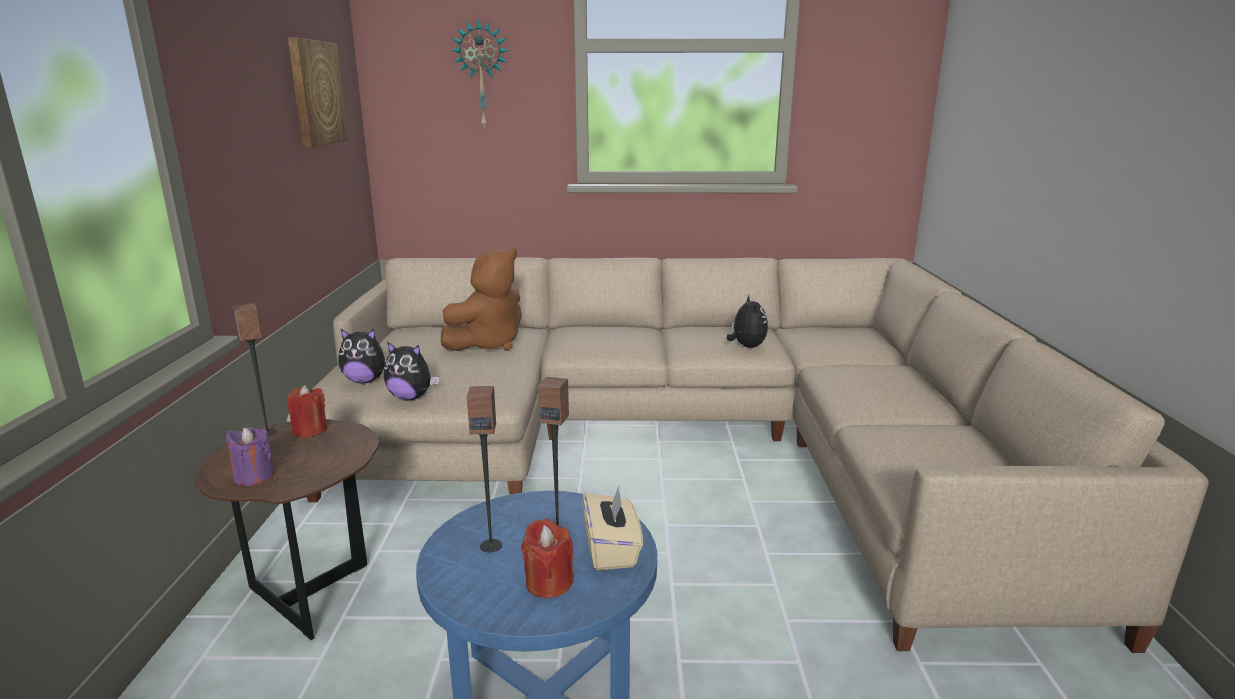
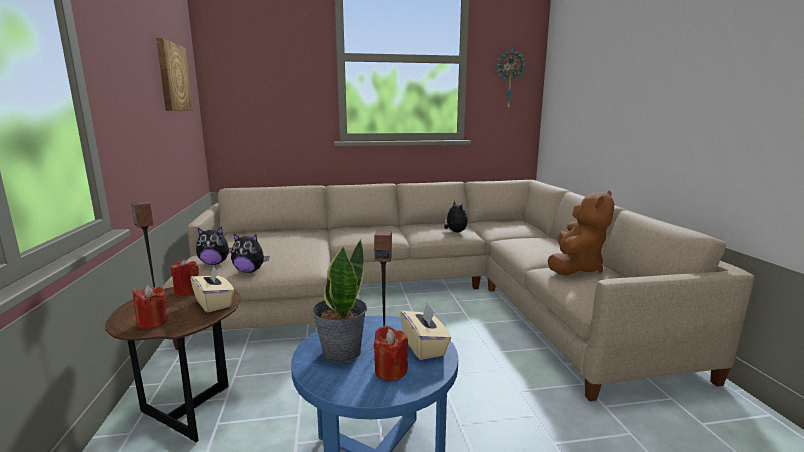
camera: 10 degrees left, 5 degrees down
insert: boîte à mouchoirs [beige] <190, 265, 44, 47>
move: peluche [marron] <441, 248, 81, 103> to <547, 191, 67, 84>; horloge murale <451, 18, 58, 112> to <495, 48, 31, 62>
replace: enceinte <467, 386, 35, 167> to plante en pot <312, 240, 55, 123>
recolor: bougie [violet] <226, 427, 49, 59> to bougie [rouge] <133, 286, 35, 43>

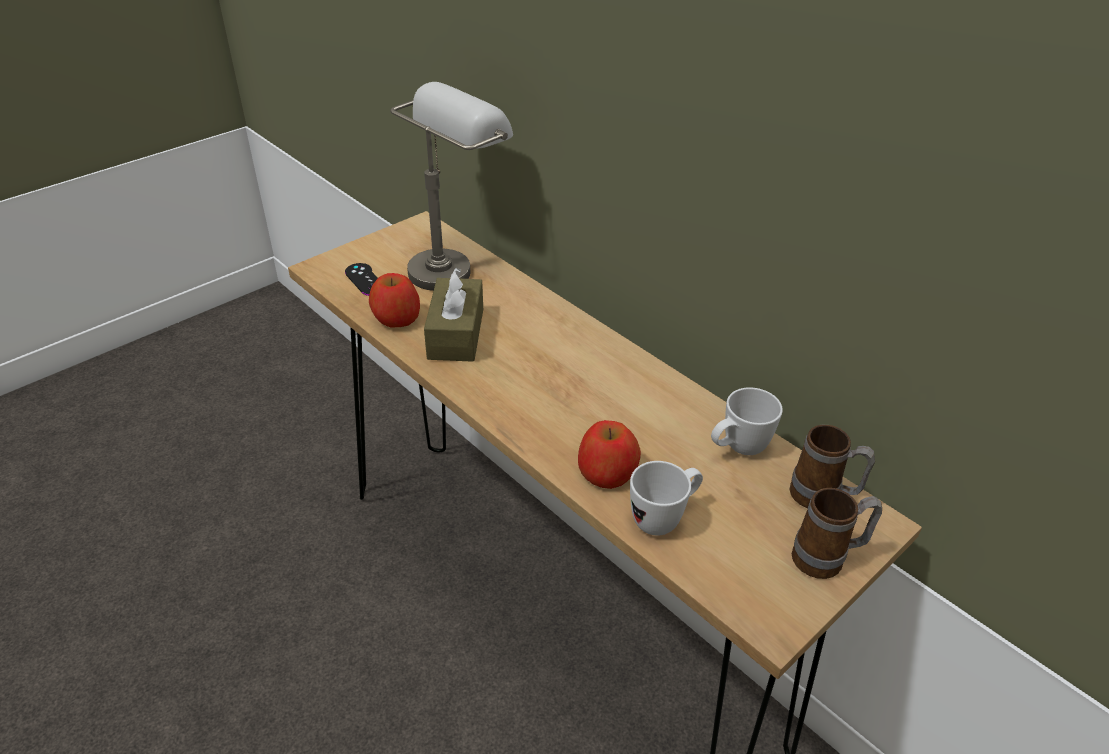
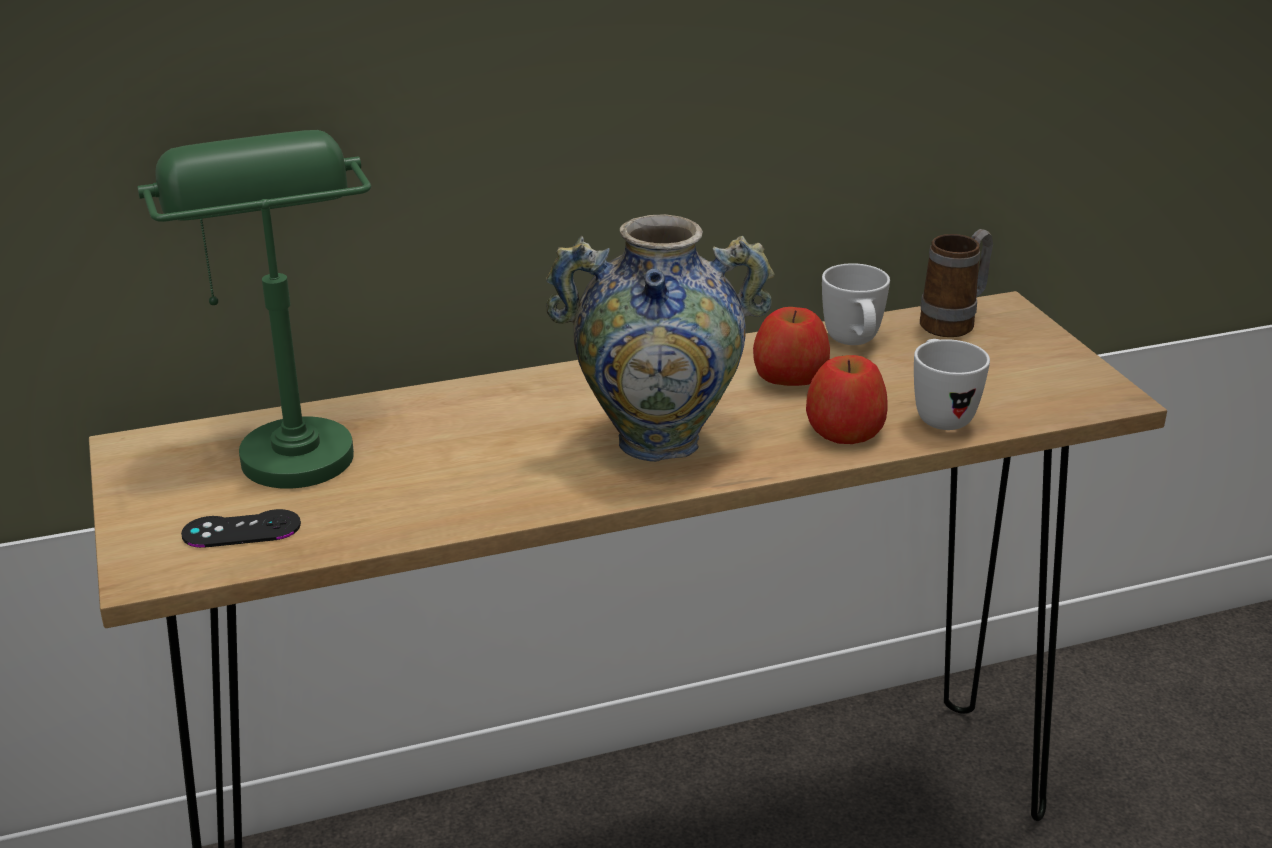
camera: 65 degrees left, 10 degrees down
delete: boîte à mouchoirs [marron] <424, 268, 59, 94>; mug <792, 488, 90, 91>
insert: vase <546, 214, 229, 248>
move: pomme <369, 273, 51, 54> to <753, 307, 77, 79>
recolor: lampe de table [gris] <390, 82, 123, 209> to lampe de table [vert] <137, 130, 234, 359>

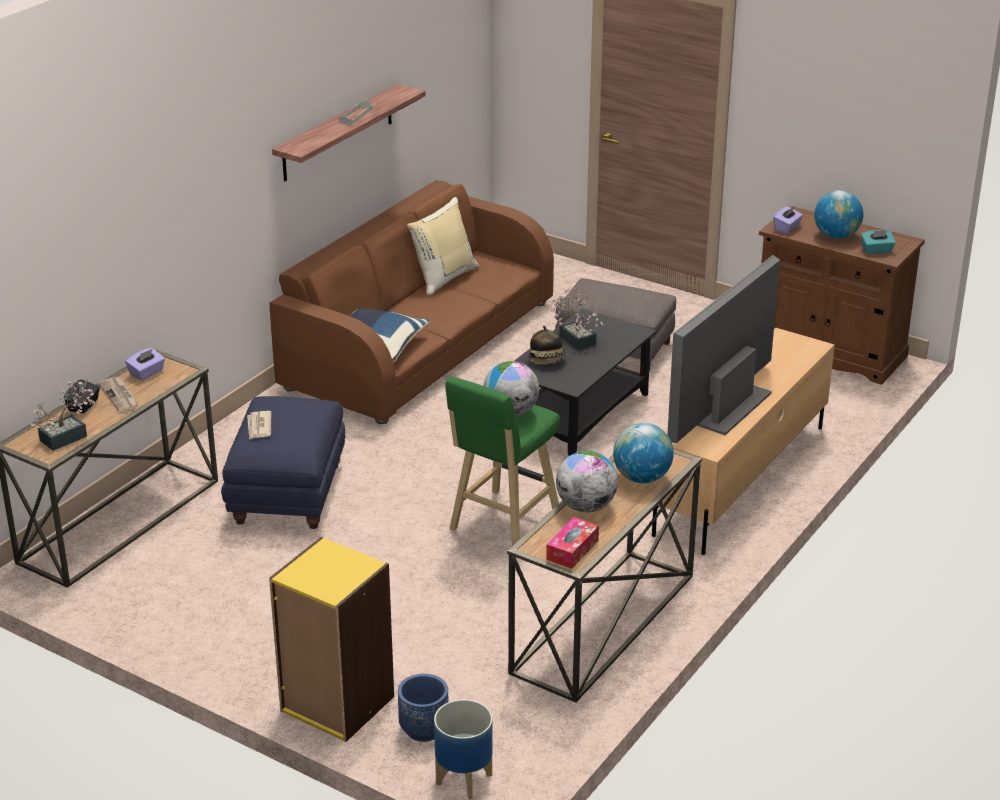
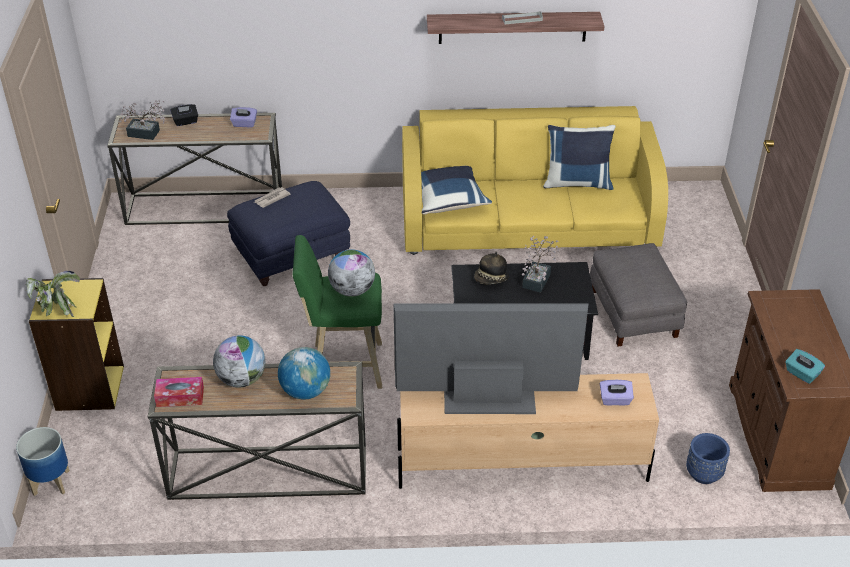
camera: 55 degrees right, 10 degrees up
delete: journal <98, 377, 41, 35>; globe <814, 190, 49, 49>
insert: plante en pot <26, 271, 54, 46>
move: cache-pot [bleu] <398, 674, 51, 68> to <686, 433, 44, 51>; boîte à mouchoirs [violet] <773, 206, 30, 28> to <600, 380, 34, 25>
recolor: canapé [marron] <270, 181, 284, 243> to canapé [jaune] <402, 106, 266, 149>; coussin [beige] <407, 197, 72, 99> to coussin [bleu] <543, 125, 73, 65>

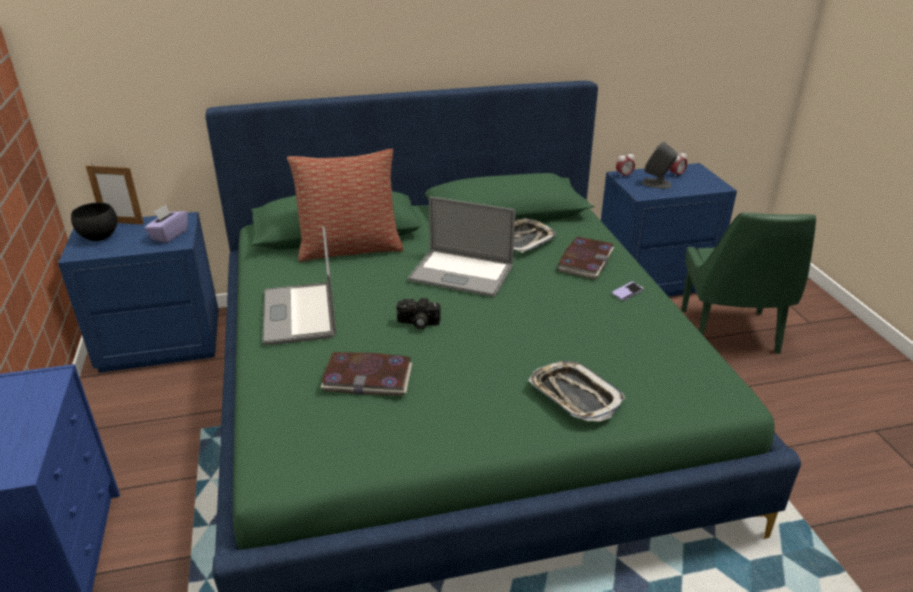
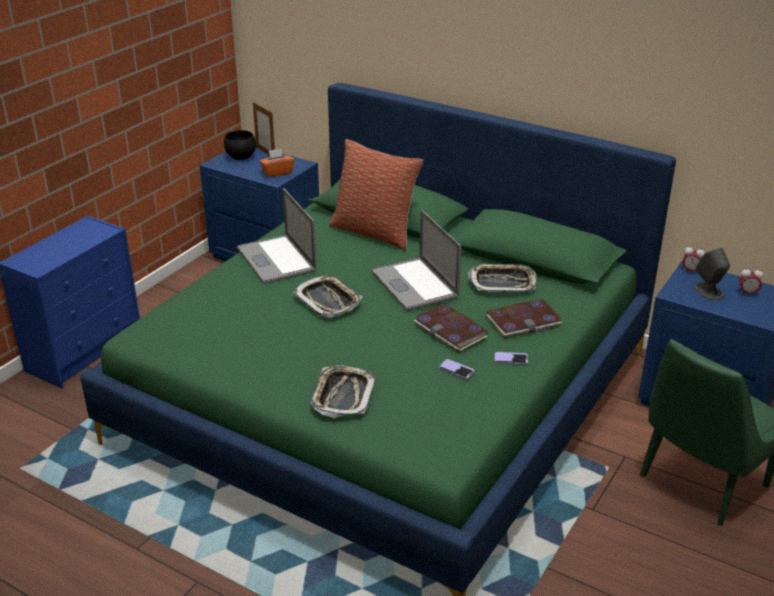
camera: 45 degrees right, 0 degrees up
insert: téléphone <439, 359, 35, 21>
move: livre <321, 352, 91, 44> to <414, 304, 74, 48>
replace: appareil photo <397, 298, 44, 31> to plateau <293, 275, 69, 43>
recolor: boîte à mouchoirs [violet] <144, 205, 44, 38> to boîte à mouchoirs [orange] <260, 148, 34, 29>
rotate: ordinateur portable <262, 227, 74, 118> = <237, 188, 80, 96> 60 degrees counterclockwise

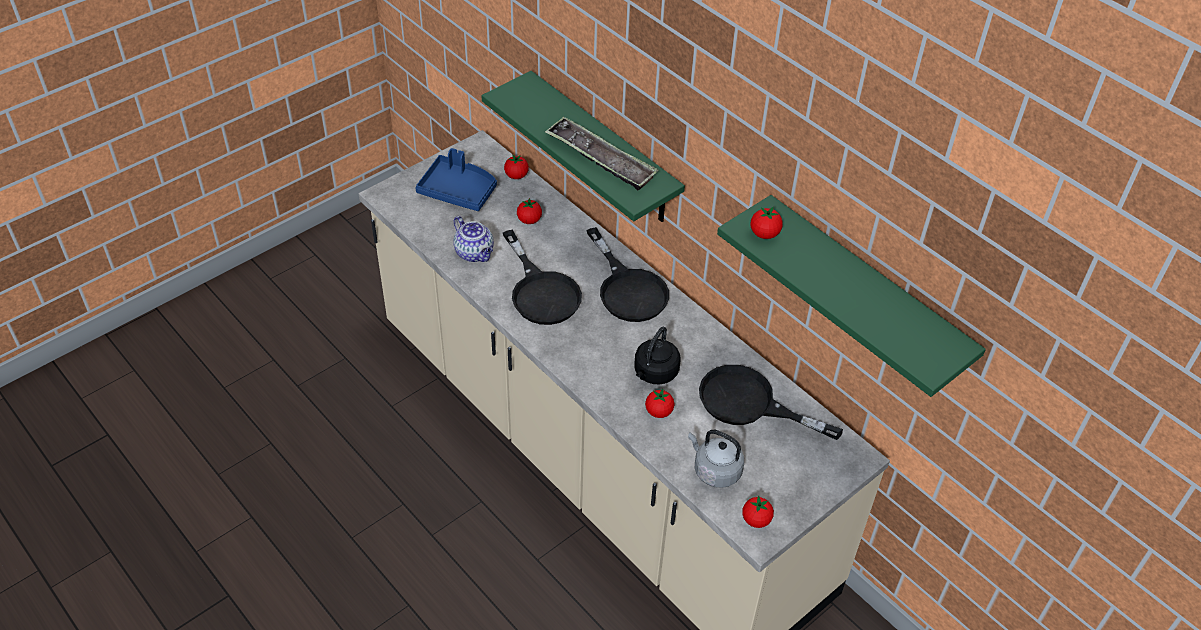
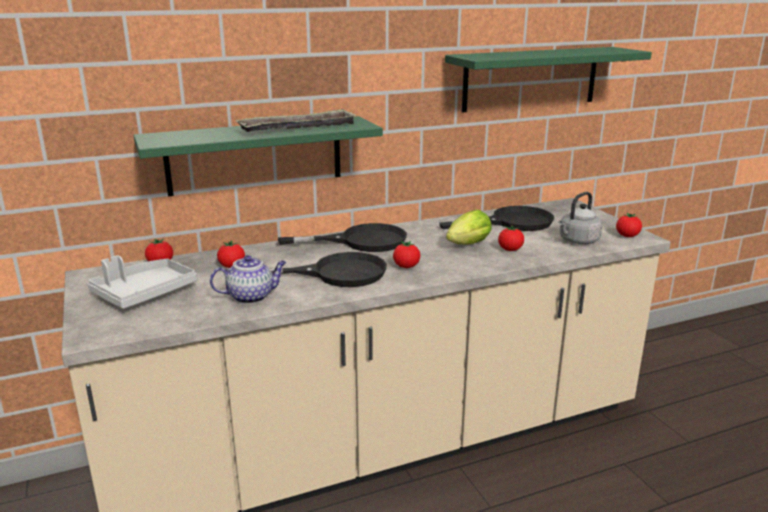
camera: 70 degrees left, 25 degrees down
move: tomate <750, 207, 33, 32> to <393, 241, 27, 27>
replace: bouilloire [noir] <634, 327, 46, 57> to laitue <446, 209, 46, 36>
recolor: plateau [bleu] <415, 148, 82, 63> to plateau [gris] <87, 255, 110, 54>
rotate: poêle [noir] <699, 365, 144, 75> = <439, 206, 115, 25> 150 degrees counterclockwise

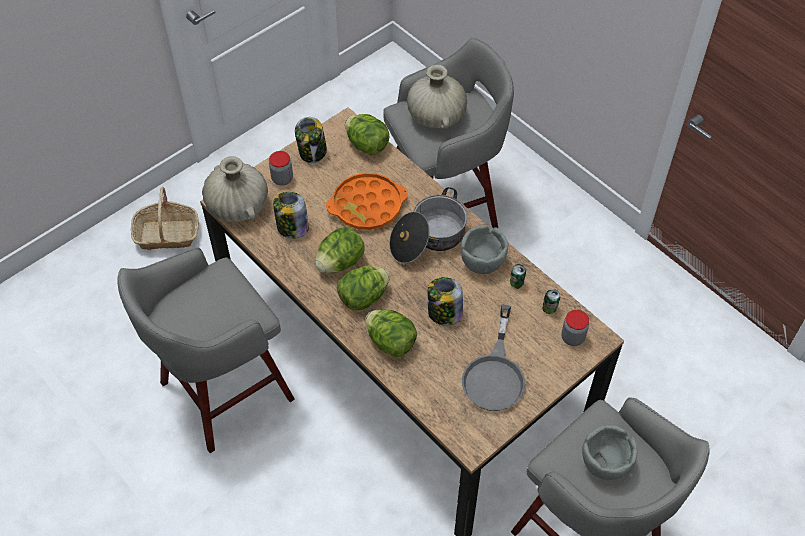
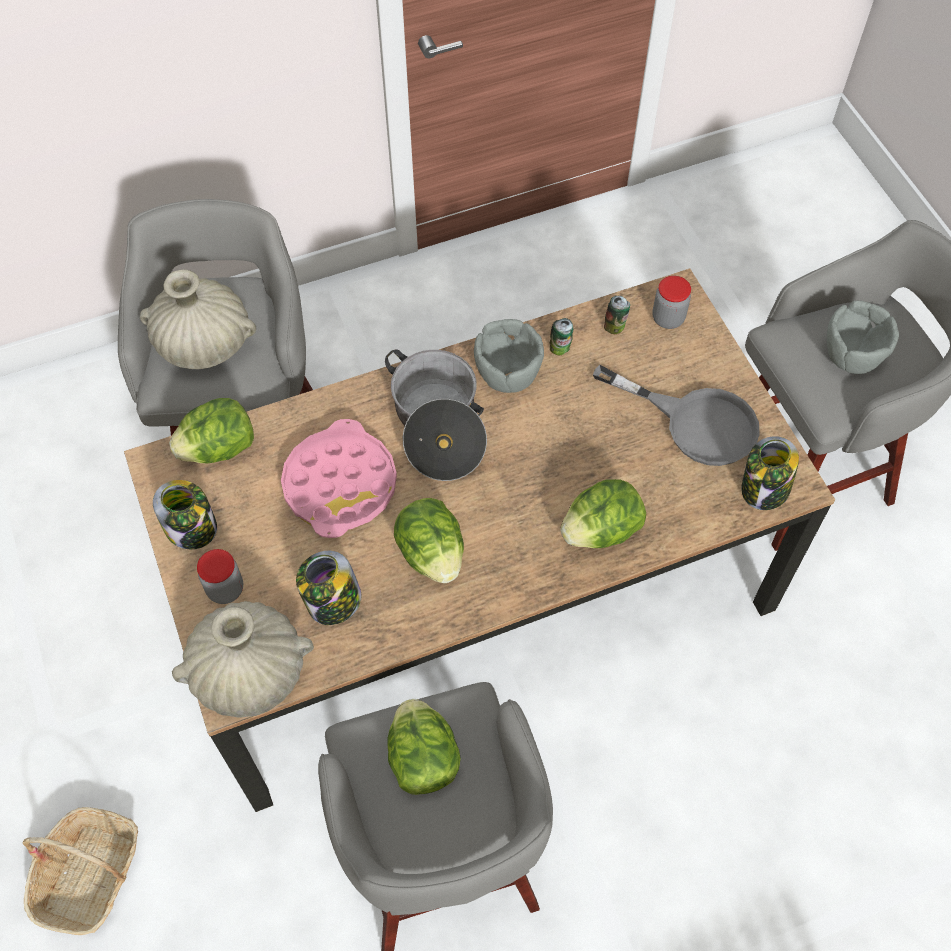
camera: 70 degrees left, 5 degrees up
move: laitue <337, 266, 53, 44> to <387, 699, 74, 96>; bocal <428, 277, 35, 49> to <741, 436, 58, 74>
recolor: plateau [orange] <326, 173, 82, 57> to plateau [rose] <281, 419, 116, 119>

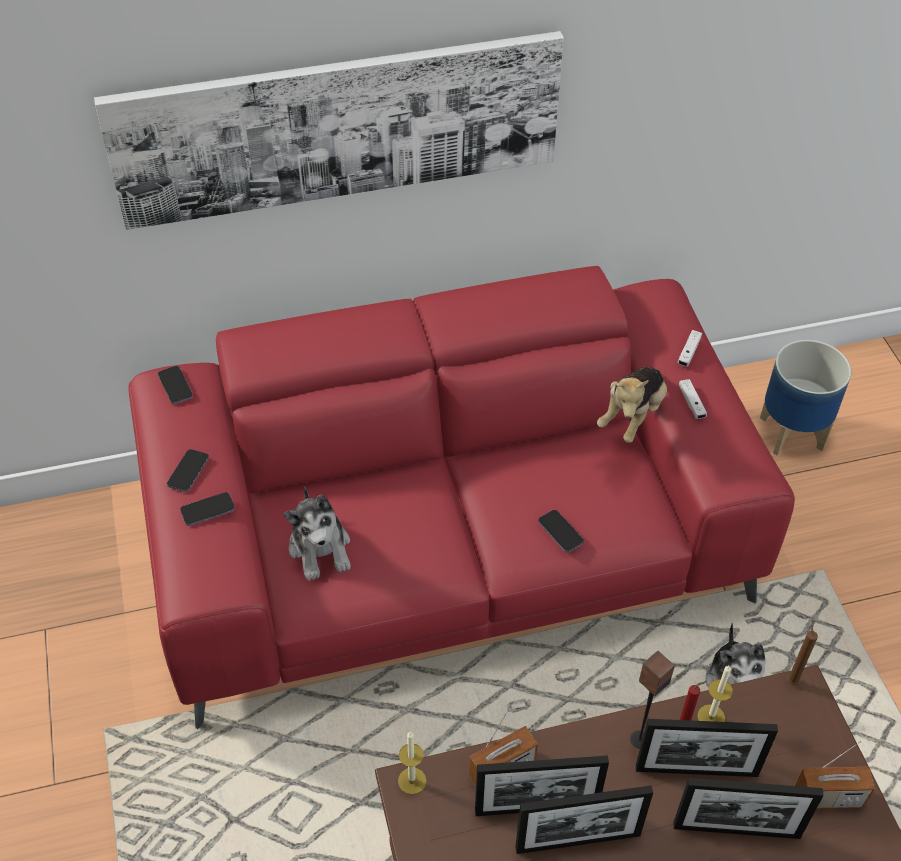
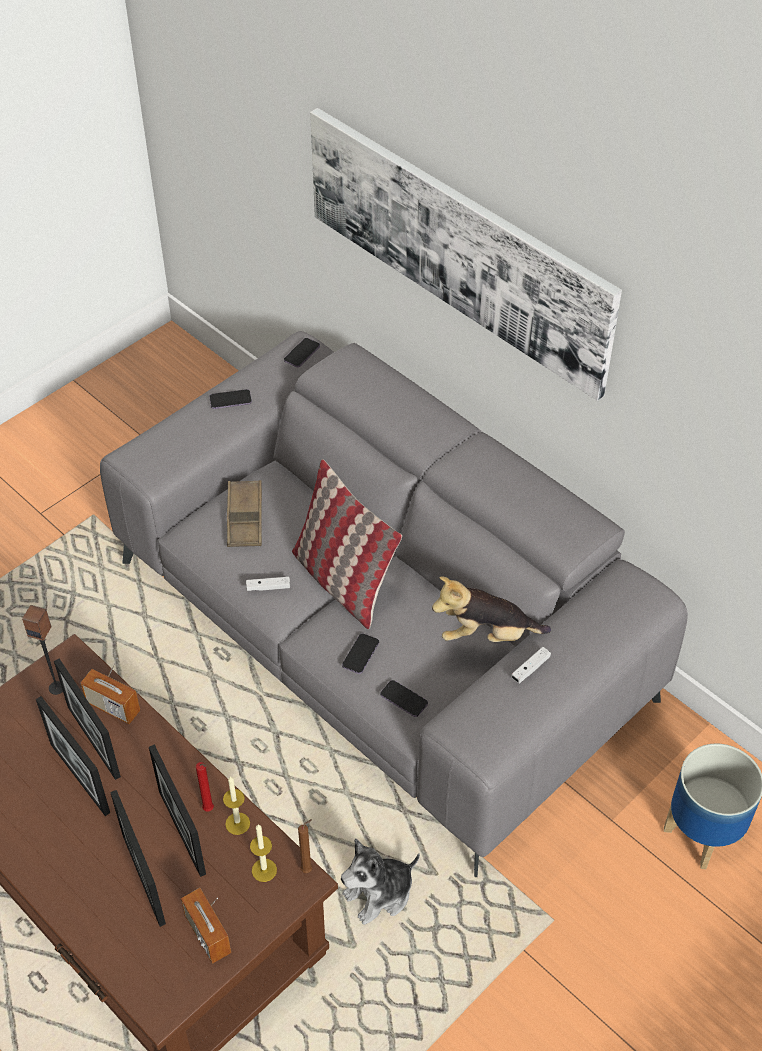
camera: 60 degrees right, 0 degrees up
insert: coussin <292, 459, 110, 170>
move: téléphone <180, 492, 55, 34> to <380, 680, 48, 37>; bougie <398, 732, 28, 63> to <250, 824, 27, 58>; enceinte <630, 651, 45, 97> to <22, 605, 41, 90>; manette [blanc] <677, 330, 25, 37> to <246, 577, 44, 14>
replace: peluche <284, 486, 67, 95> to plateau [marron] <227, 480, 35, 67>
recolor: canapé [rouge] <128, 266, 667, 463> to canapé [gris] <100, 331, 588, 546>

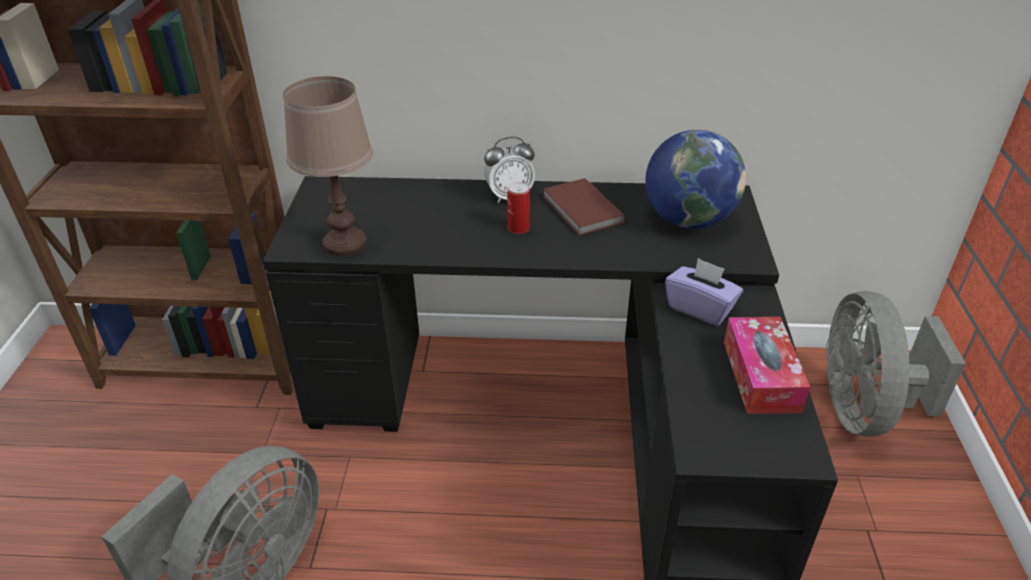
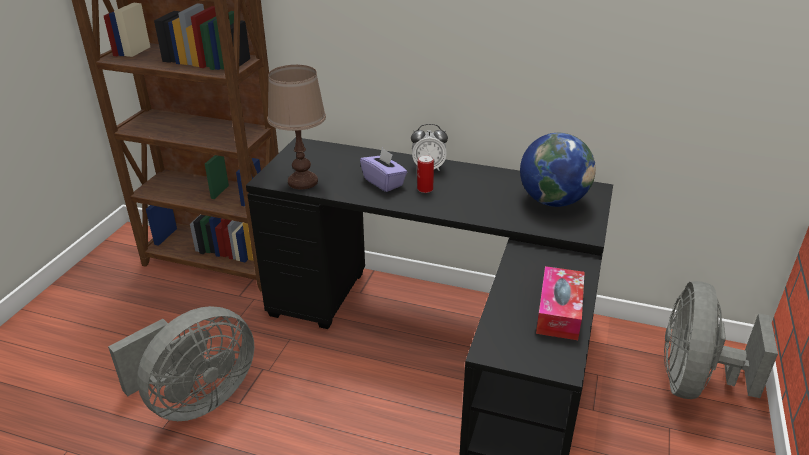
camera: 15 degrees right, 5 degrees down
delete: livre [marron] <543, 178, 82, 57>
move: boîte à mouchoirs [violet] <665, 258, 78, 68> to <360, 148, 47, 44>

